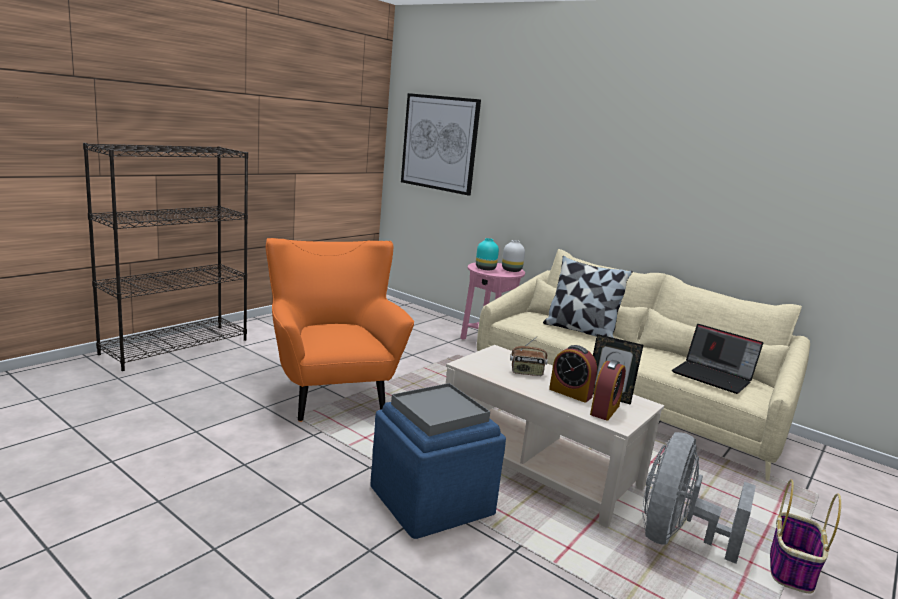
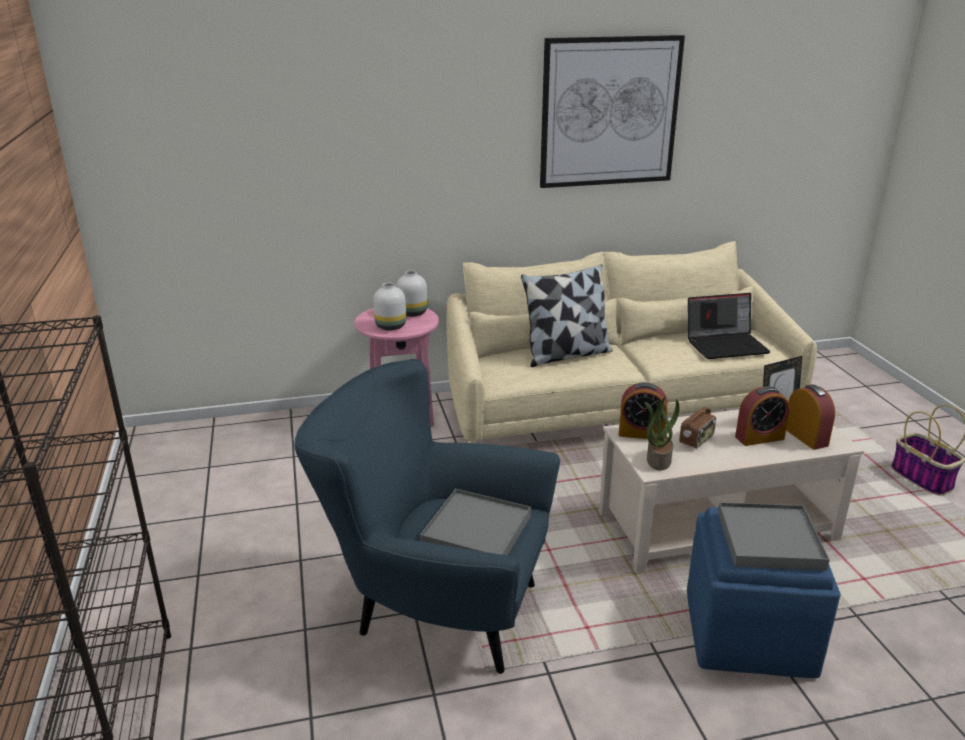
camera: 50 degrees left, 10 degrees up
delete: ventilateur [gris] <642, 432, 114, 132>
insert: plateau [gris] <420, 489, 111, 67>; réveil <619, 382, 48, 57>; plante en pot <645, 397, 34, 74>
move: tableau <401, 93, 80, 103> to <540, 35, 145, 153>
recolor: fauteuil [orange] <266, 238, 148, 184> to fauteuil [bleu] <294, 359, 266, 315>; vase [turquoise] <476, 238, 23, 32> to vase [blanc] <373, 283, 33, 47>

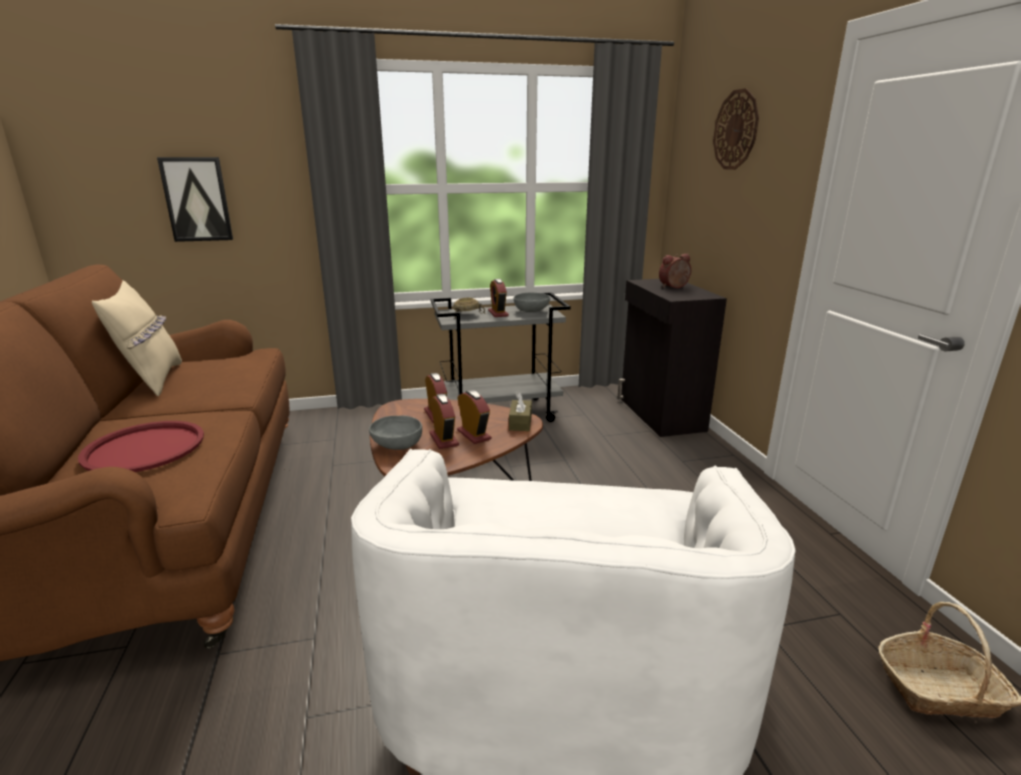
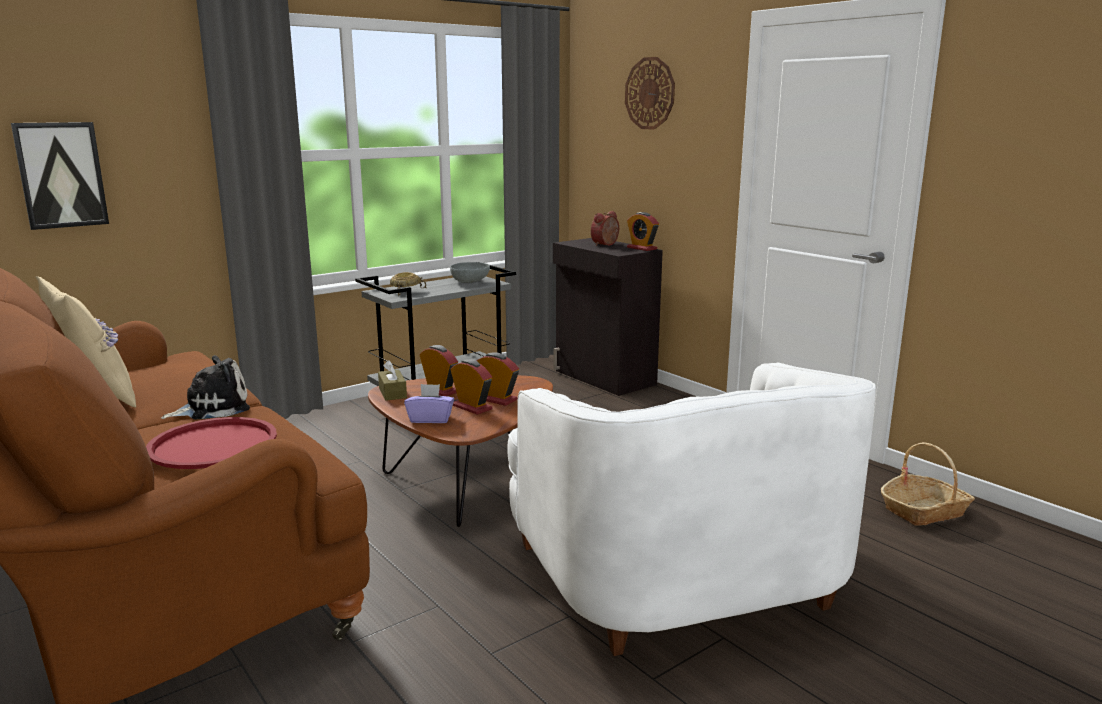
camera: 25 degrees left, 5 degrees down
insert: peluche <161, 355, 89, 64>
move: réveil <488, 279, 21, 38> to <627, 212, 32, 39>; boîte à mouchoirs [marron] <509, 392, 23, 39> to <378, 360, 29, 41>
replace: bol [gris] <369, 416, 53, 34> to boîte à mouchoirs [violet] <404, 384, 50, 39>

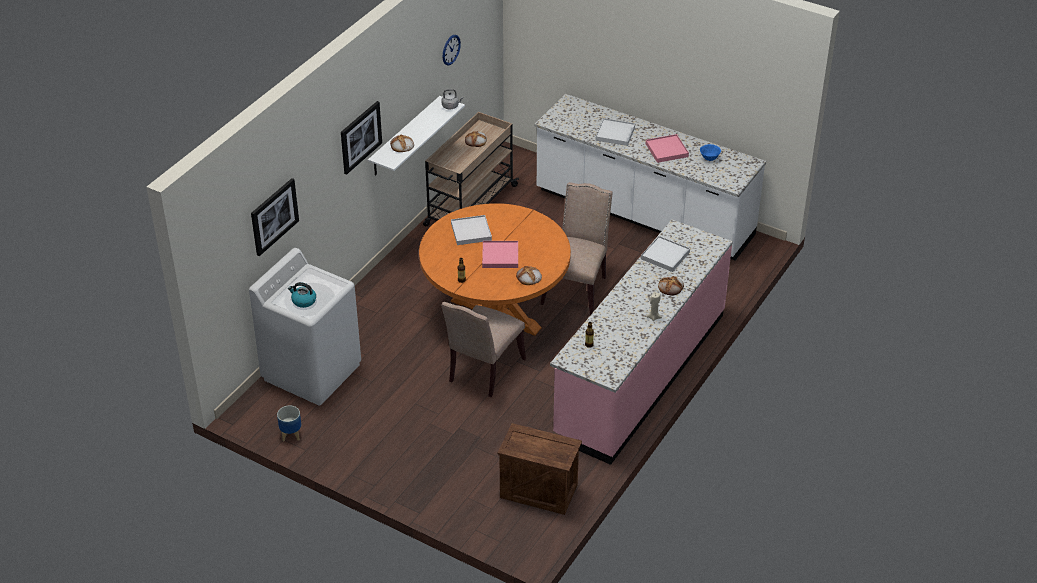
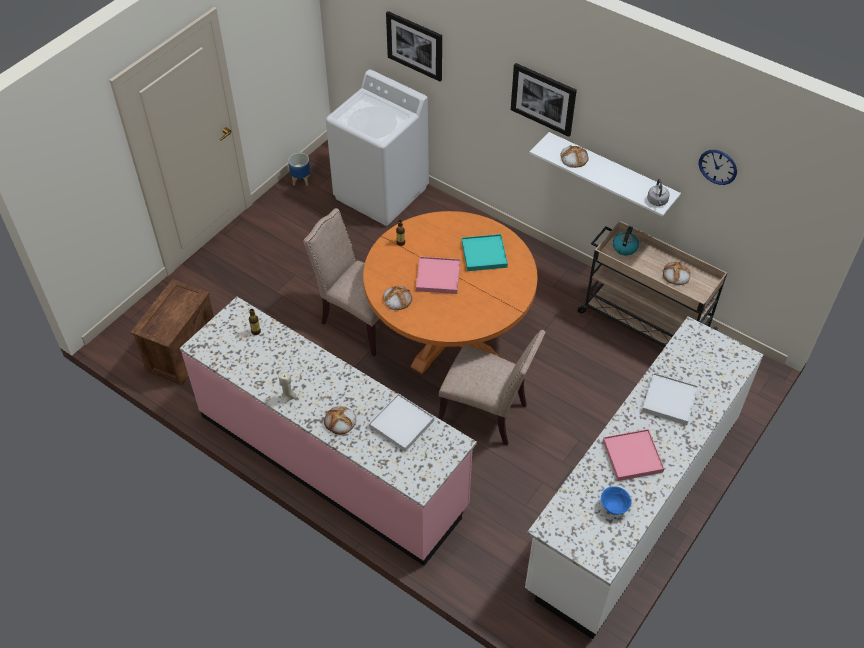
camera: 95 degrees right, 10 degrees up
move: bouilloire <288, 282, 28, 26> to <613, 226, 26, 29>
recolor: plateau [blanc] <451, 215, 41, 30> to plateau [turquoise] <462, 234, 46, 37>

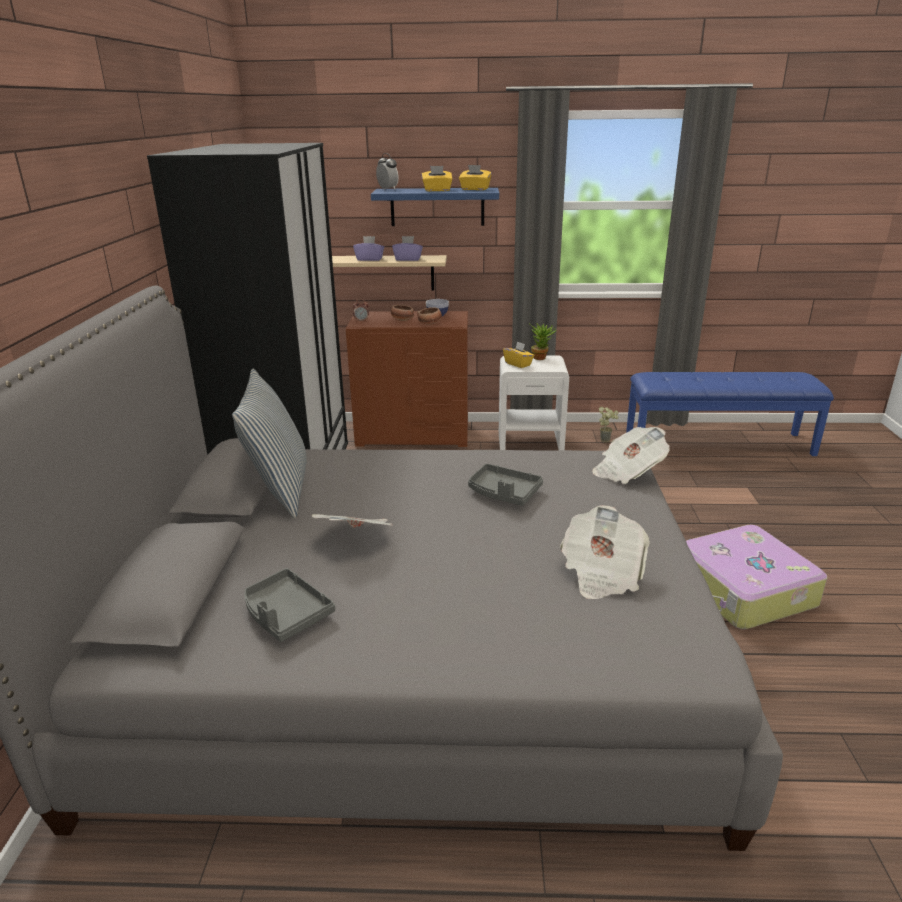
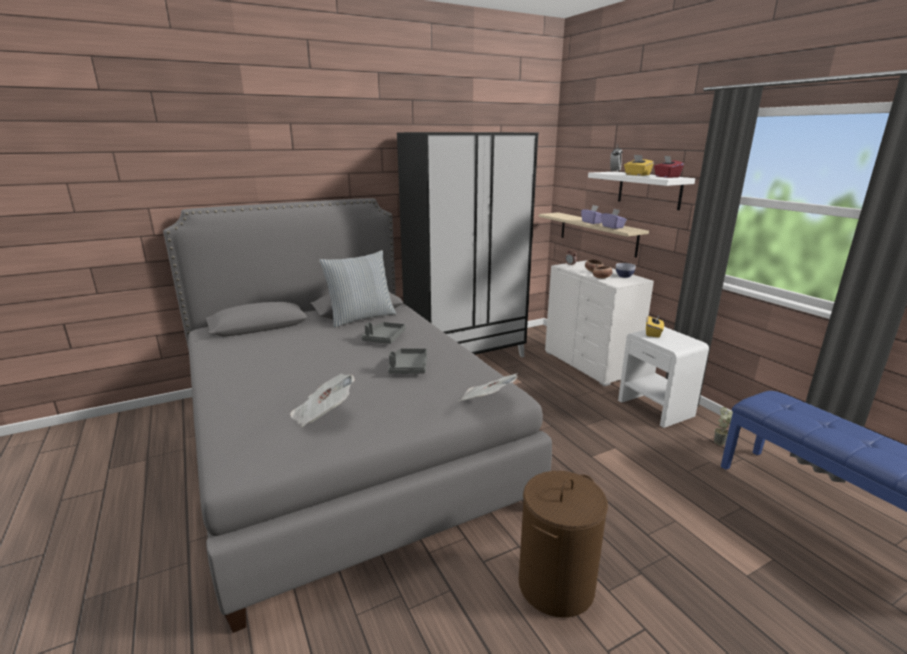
camera: 60 degrees right, 5 degrees down
delete: journal <312, 514, 80, 14>; plante en pot <530, 323, 27, 37>
move: plateau [gris] <244, 568, 91, 74> to <362, 322, 44, 22>
replace: valise <686, 525, 142, 104> to panier à linge [marron] <519, 471, 89, 147>
recolor: commode [marron] <346, 311, 122, 136> to commode [blanc] <545, 260, 109, 126>; étagère [bleu] <371, 188, 128, 38> to étagère [blanc] <588, 172, 107, 38>; boîte à mouchoirs [jaune] <459, 165, 33, 25> to boîte à mouchoirs [rouge] <654, 156, 30, 22>

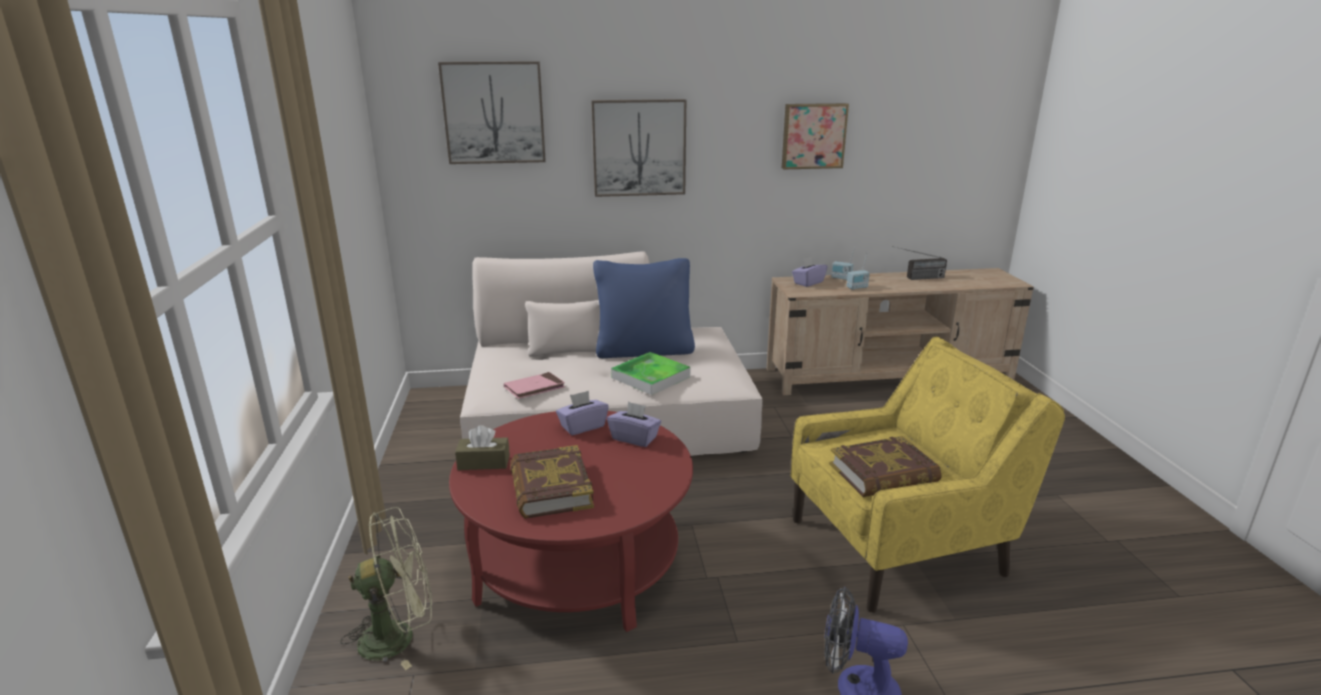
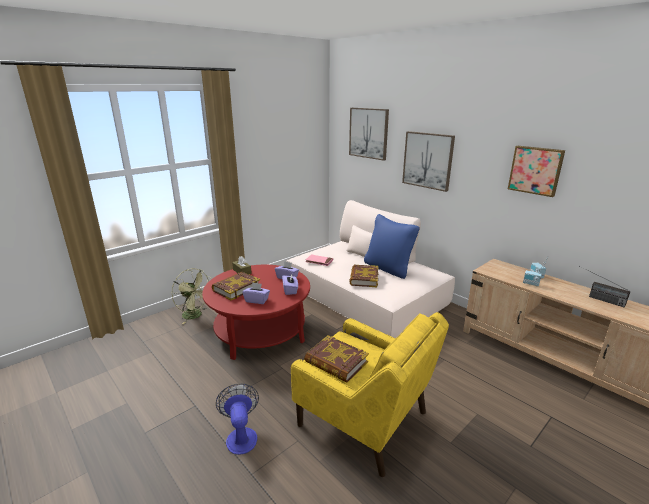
camera: 55 degrees right, 0 degrees up
move: boîte à mouchoirs [violet] <792, 256, 35, 31> to <242, 282, 28, 22>
replace: plateau <611, 352, 79, 43> to livre <349, 265, 30, 22>

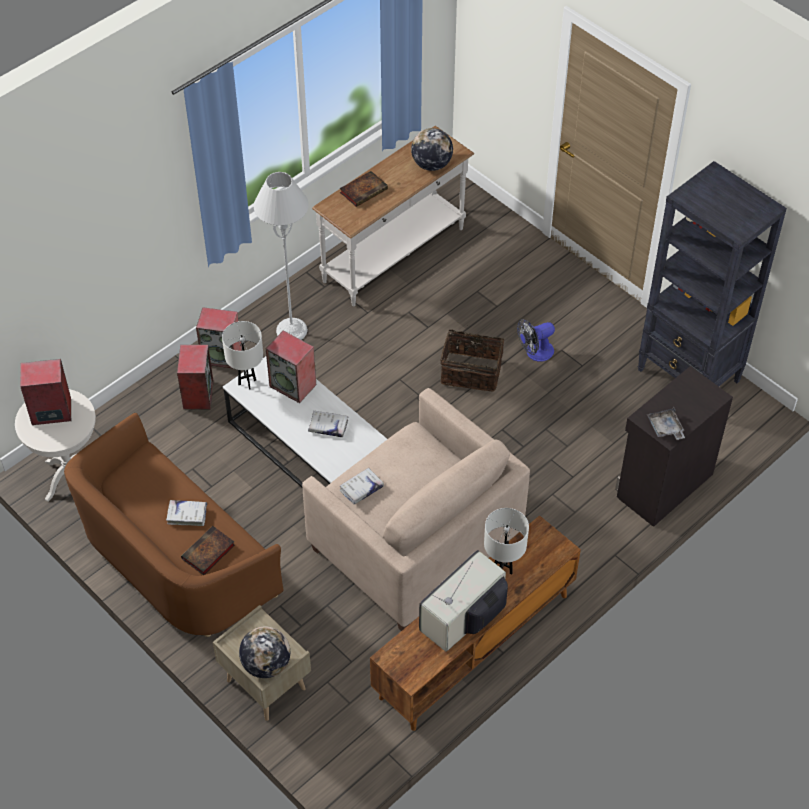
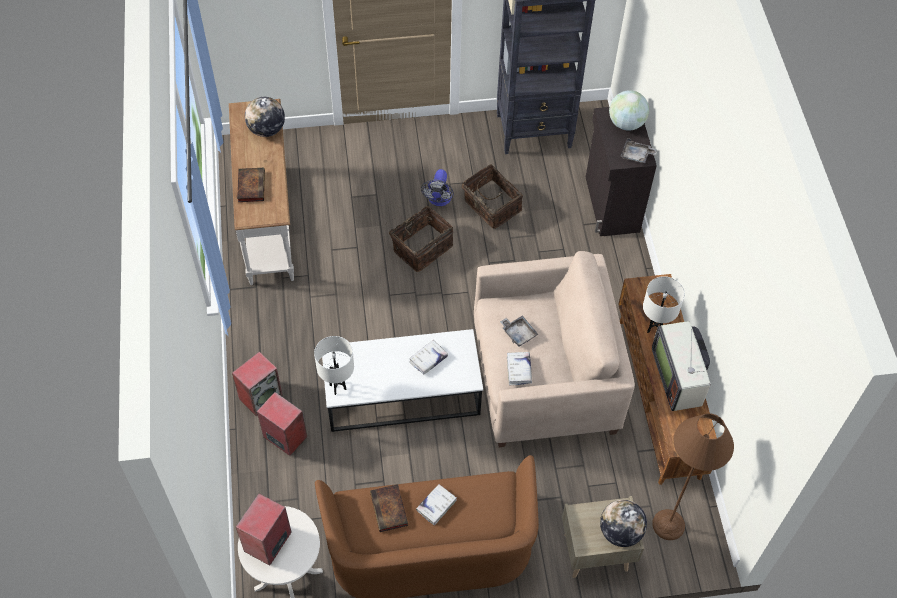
camera: 55 degrees left, 5 degrees up
delete: lampadaire [gris] <254, 172, 55, 168>; enceinte <266, 331, 50, 72>
insert: panier <462, 164, 61, 65>; plateau [gris] <500, 315, 39, 32>; globe <609, 90, 40, 40>; lampadaire [marron] <653, 413, 81, 127>
move: livre <181, 526, 54, 49> to <370, 484, 38, 48>

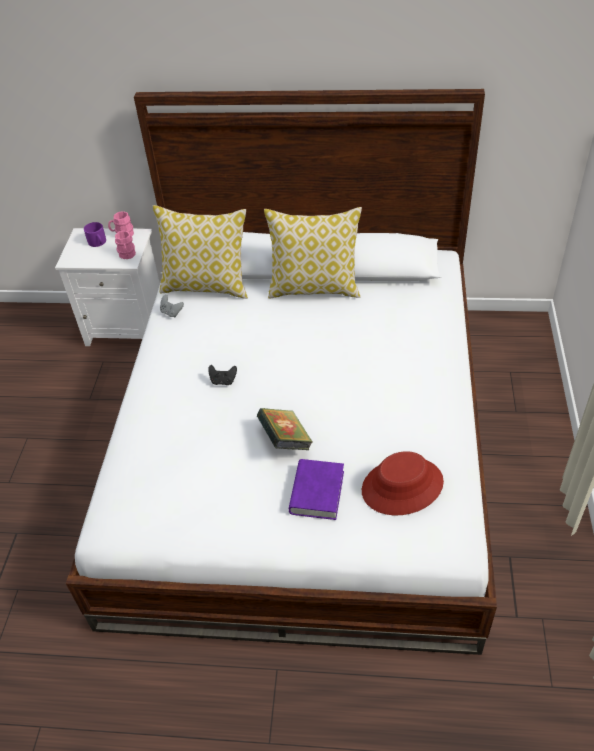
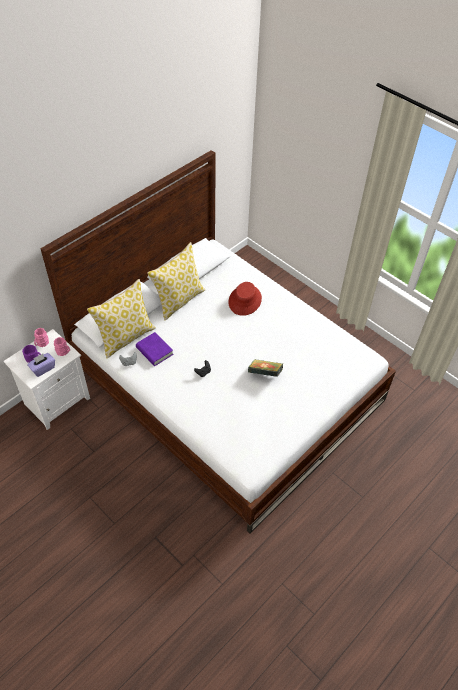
camera: 55 degrees left, 5 degrees up
insert: boîte à mouchoirs [violet] <27, 353, 28, 24>
move: livre [violet] <289, 459, 55, 61> to <136, 332, 37, 34>; chapeau [rouge] <362, 451, 82, 64> to <228, 282, 34, 34>

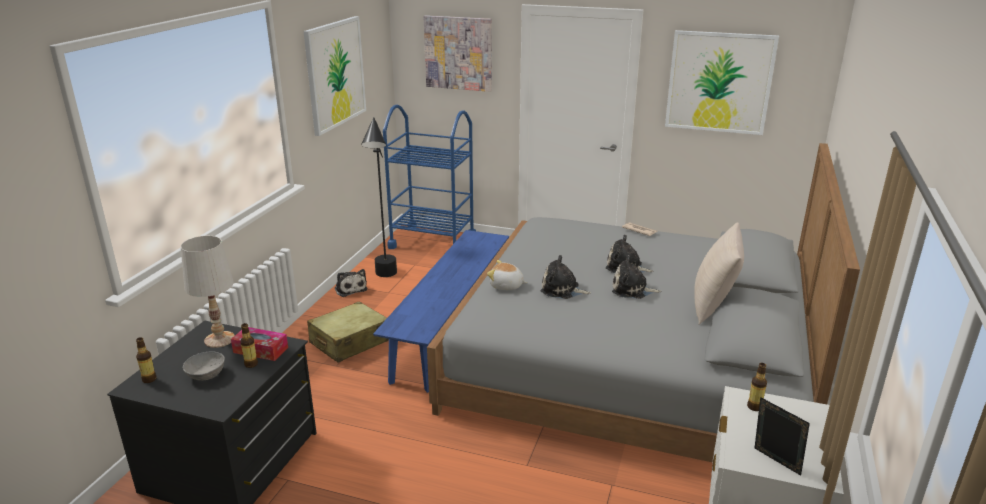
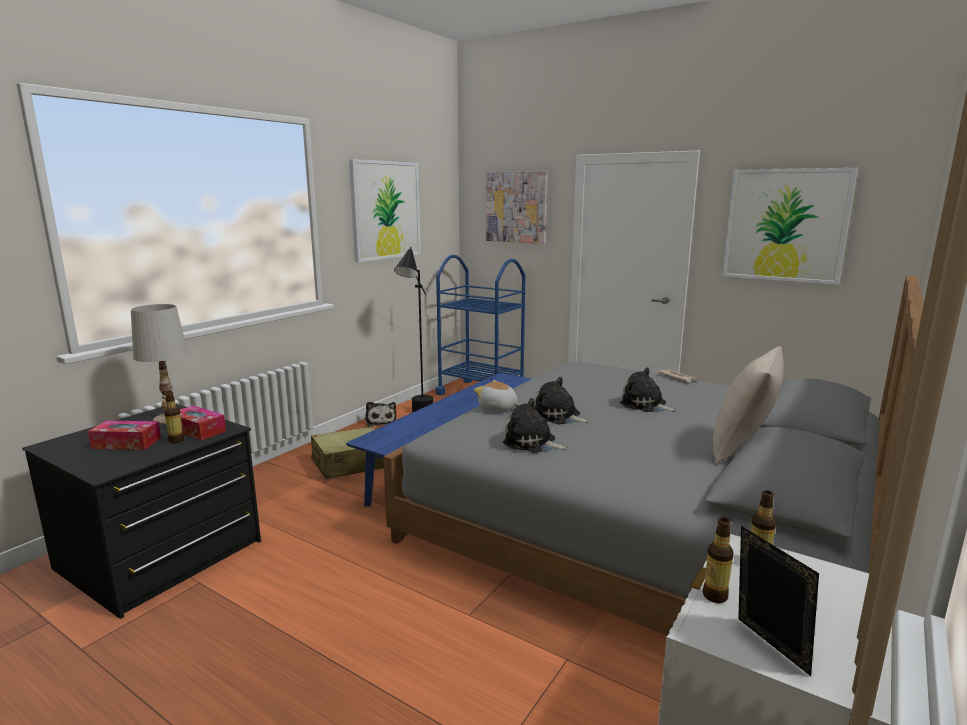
camera: 15 degrees right, 10 degrees down
move: bouteille <136, 337, 20, 46> to <703, 518, 31, 85>; peluche <612, 255, 49, 44> to <503, 398, 66, 55>
replace: bol [gris] <183, 351, 42, 30> to boîte à mouchoirs <88, 421, 73, 29>

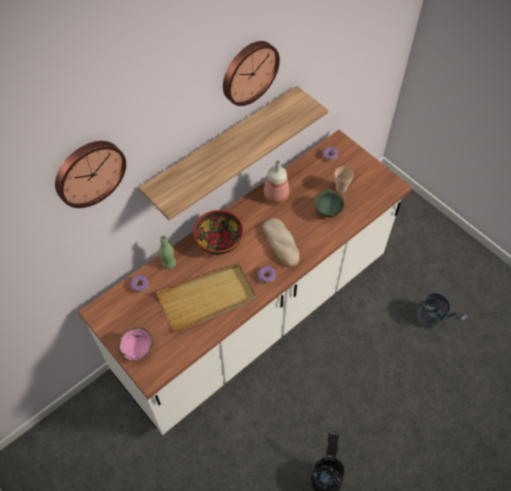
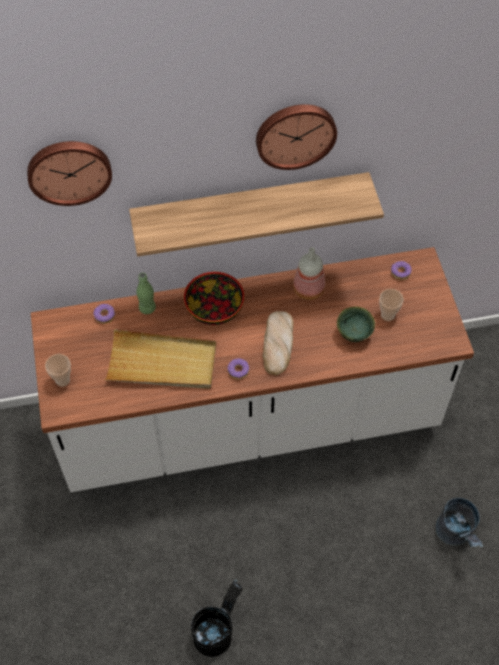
camera: 30 degrees right, 0 degrees up
replace: bol [rose] <118, 327, 35, 34> to tasse <45, 354, 26, 33>

